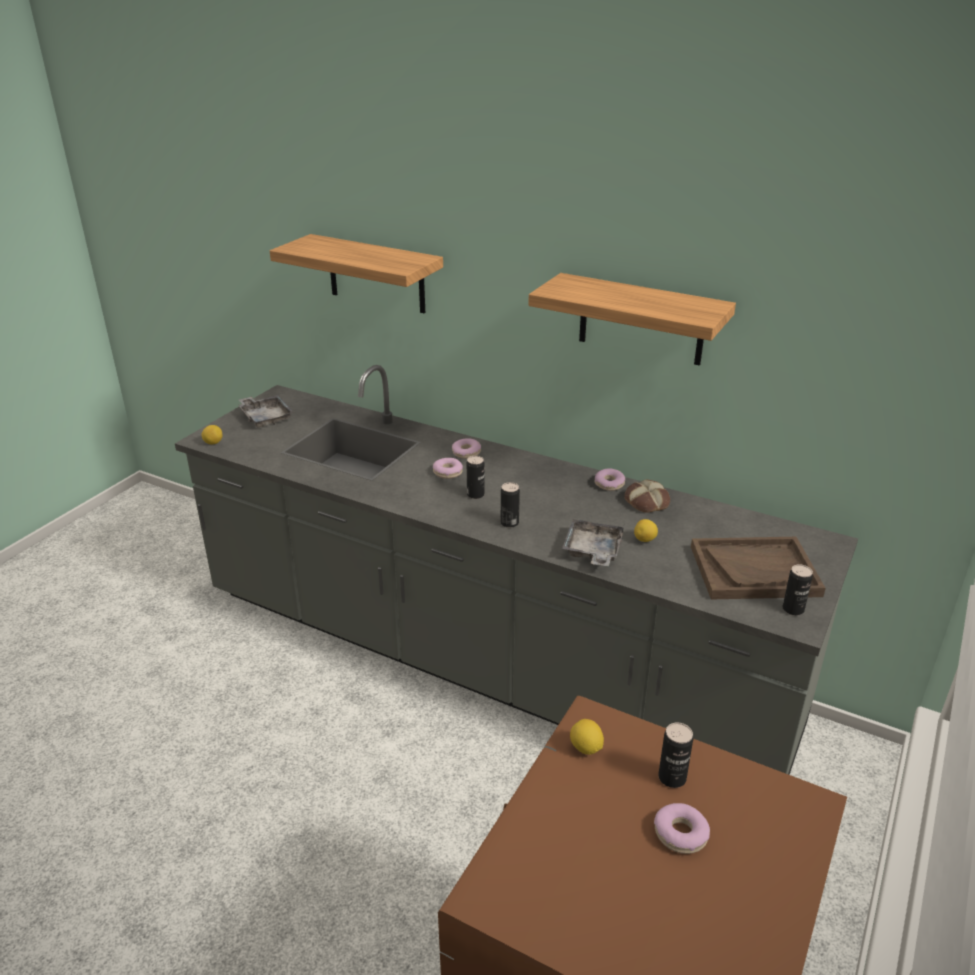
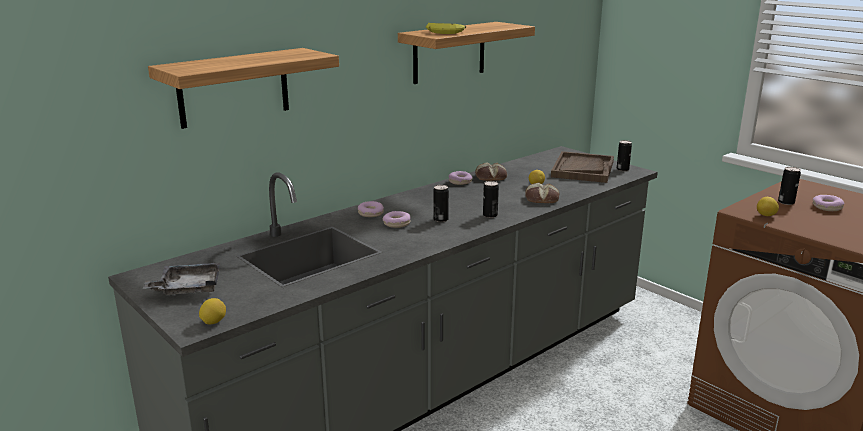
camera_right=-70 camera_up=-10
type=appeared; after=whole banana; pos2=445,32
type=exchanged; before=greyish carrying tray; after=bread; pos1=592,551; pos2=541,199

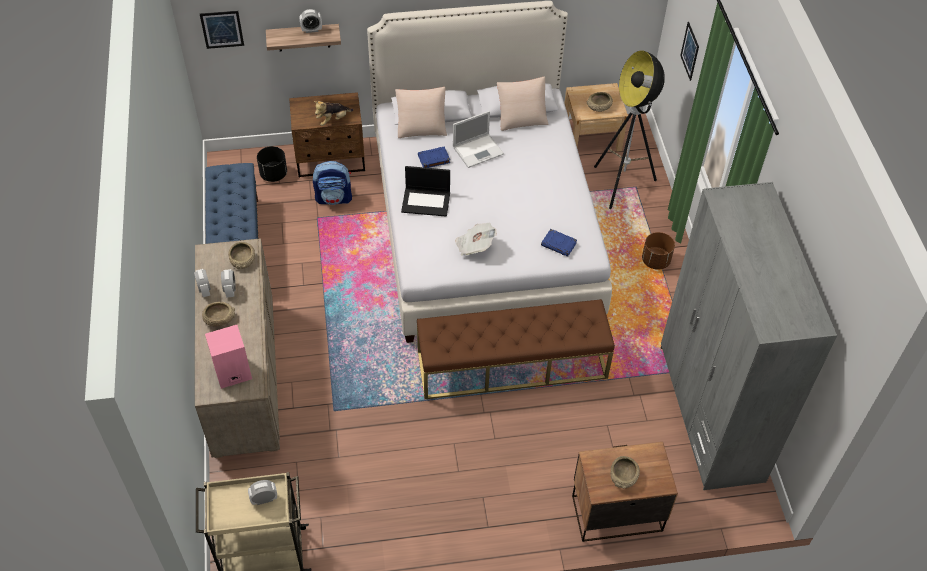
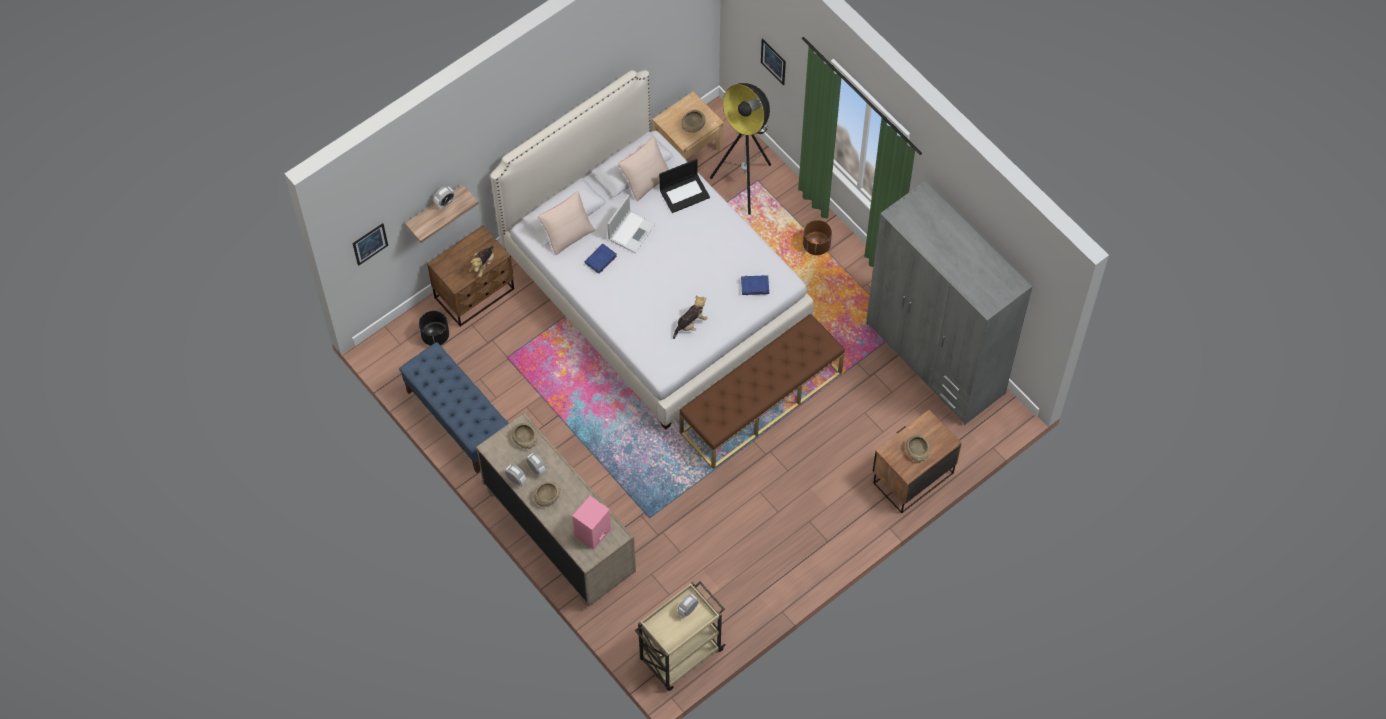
camera_right=-30 camera_up=10
type=missing; before=backpack; pos1=334,198
type=relocated; before=portable computer; pos1=426,201; pos2=684,193
type=exchanged; before=daily paper; after=cuddly toy; pos1=474,245; pos2=691,324

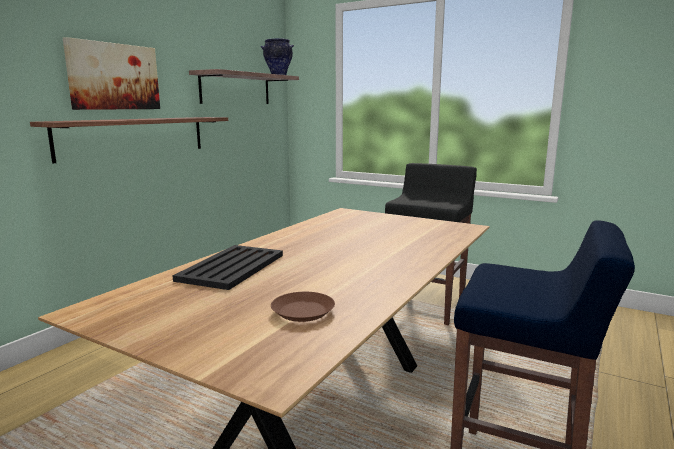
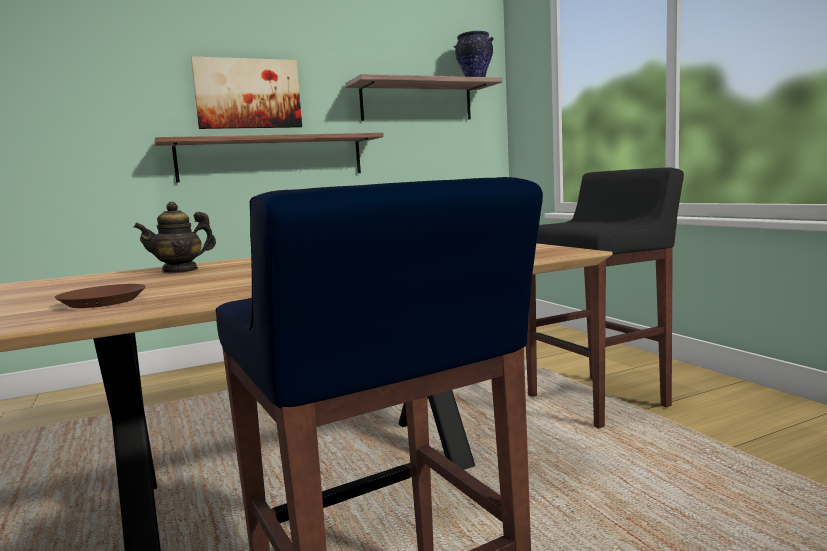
camera_right=35 camera_up=-5
type=exchanged; before=blackish carrying tray; after=pot for tea; pos1=233,267; pos2=180,270

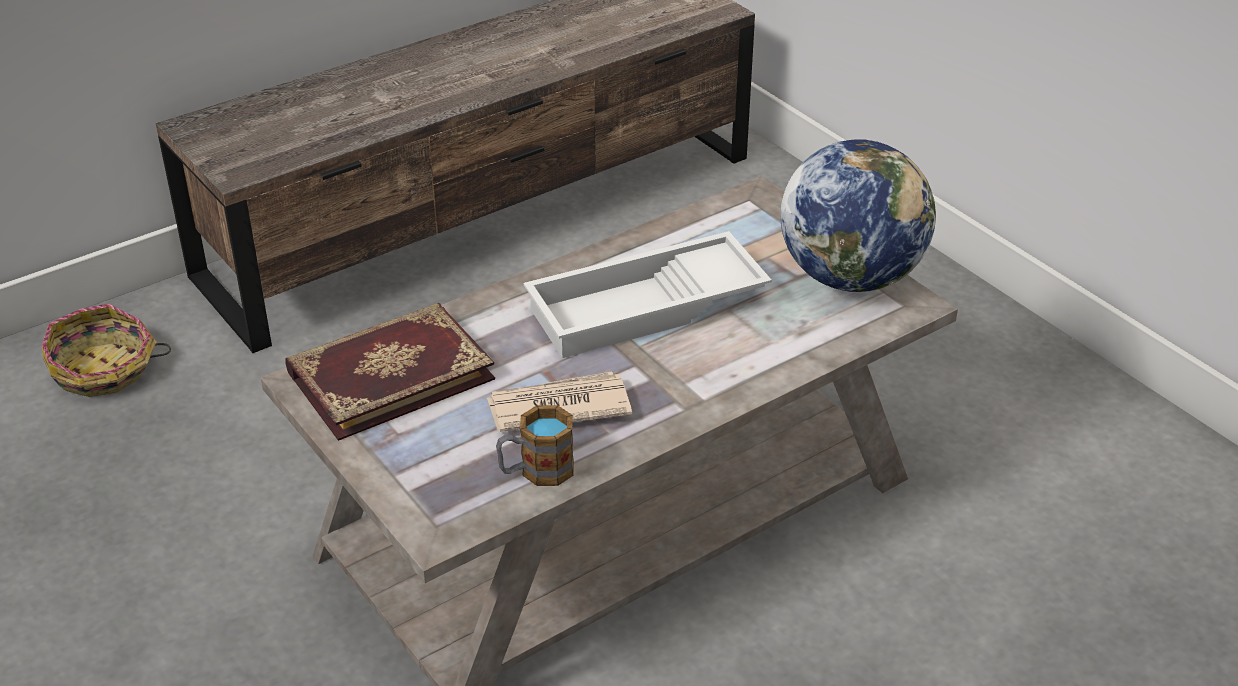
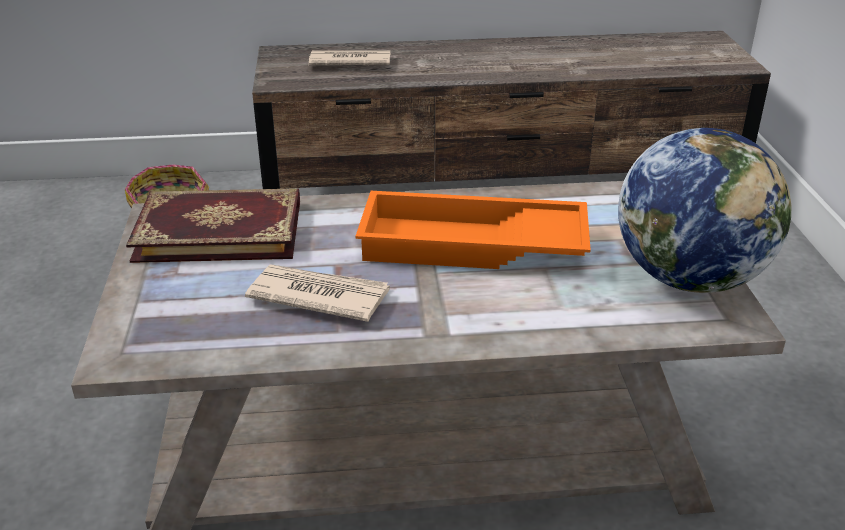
camera_right=30 camera_up=-5
type=missing; before=coffee mug; pos1=536,471
type=appeared; after=daily paper; pos2=349,62
type=colour; before=whitish carrying tray; after=orange-coloured carrying tray; pos1=646,309; pos2=471,246

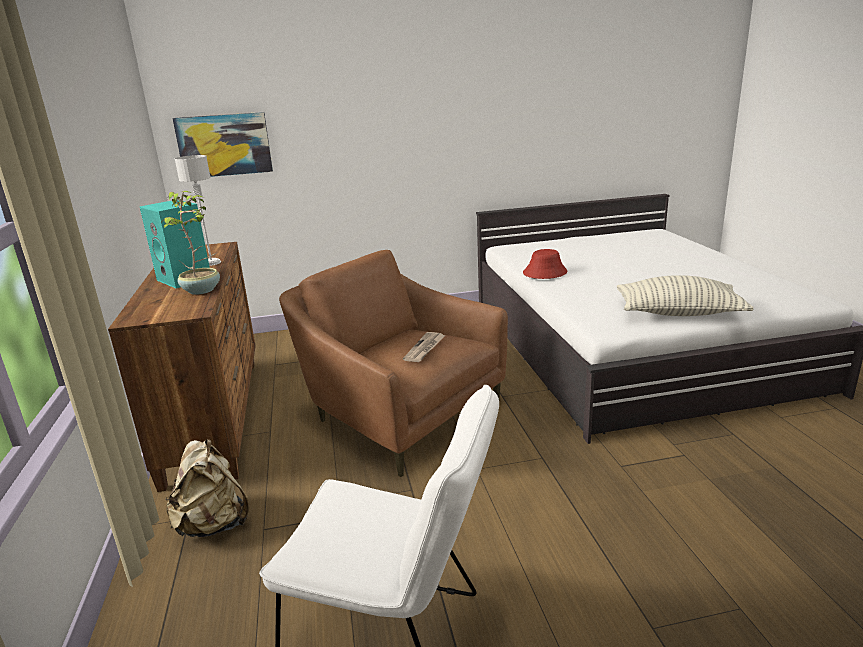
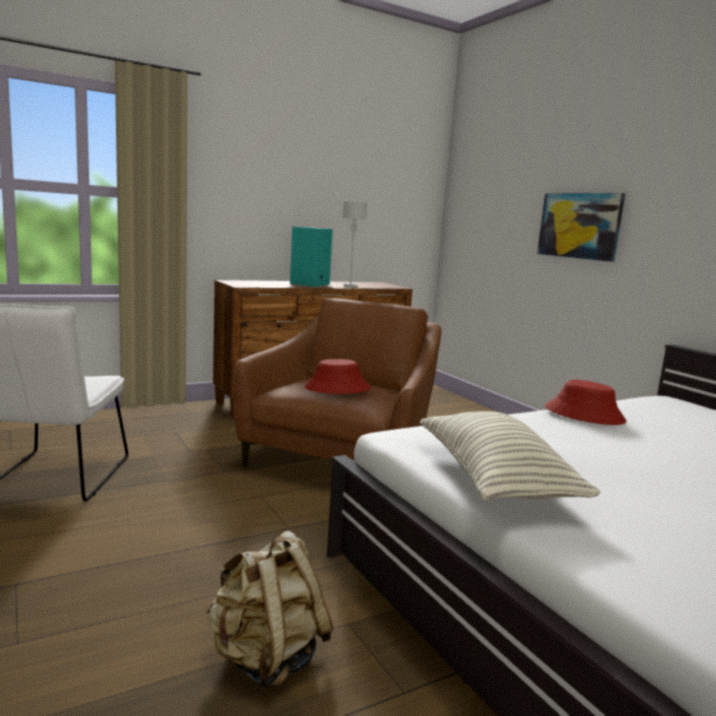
camera_right=70 camera_up=-10
type=missing; before=potted plant; pos1=202,290
type=relocated; before=beige-coloured backpack; pos1=213,524; pos2=266,658
type=relocated; before=wall picture; pos1=224,145; pos2=579,226
type=exchanged; before=daily paper; after=red-coloured hat; pos1=425,348; pos2=337,388

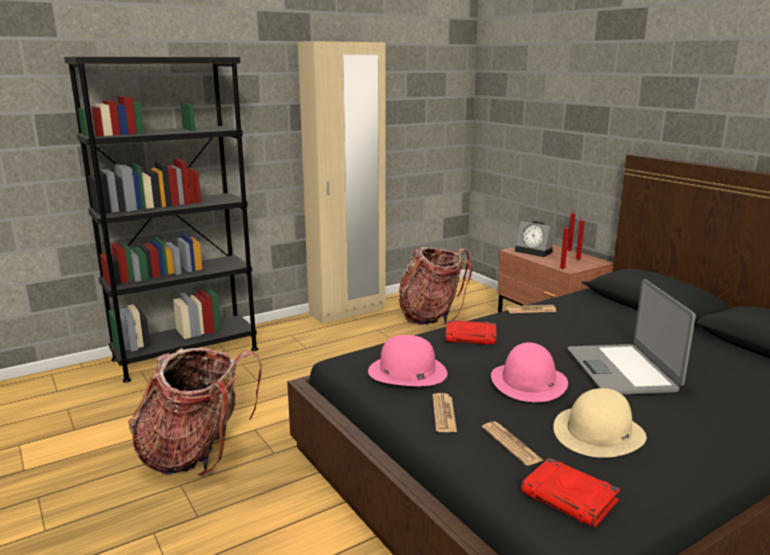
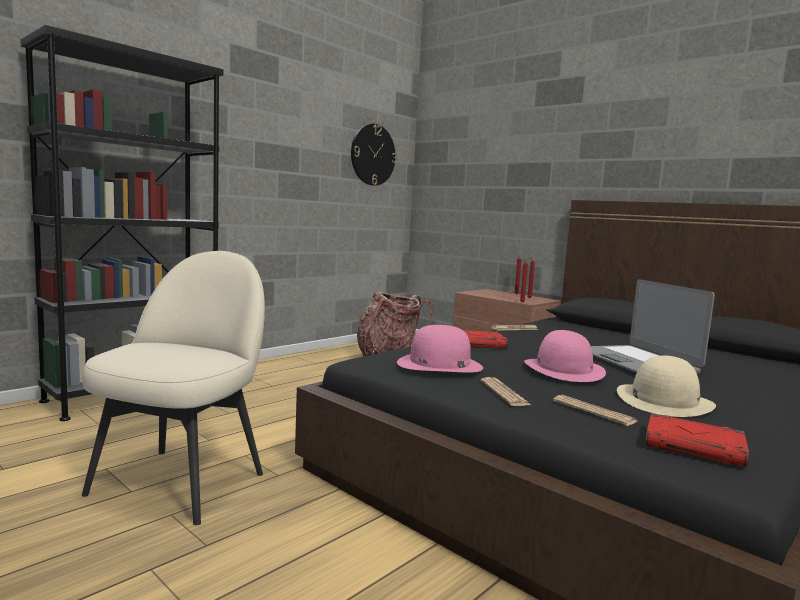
camera_right=-15 camera_up=-10
type=missing; before=beige-coloured clothes cupboard; pos1=347,312
type=missing; before=alarm clock; pos1=535,251
type=appeared; after=hanging clock; pos2=373,155
type=exchanged; before=backpack; after=beige-coloured plain chair; pos1=197,453; pos2=181,481

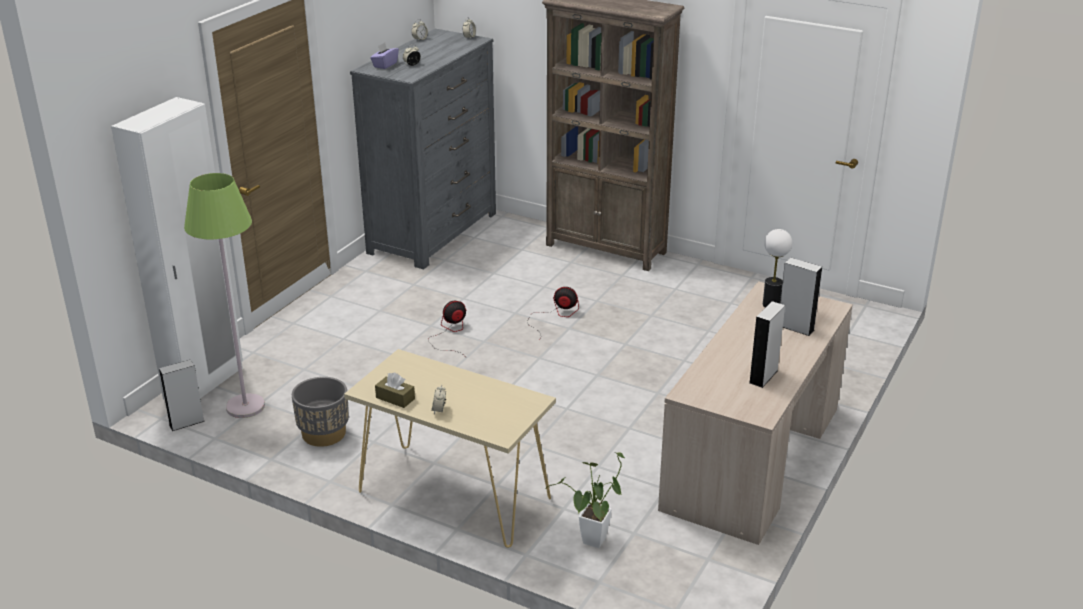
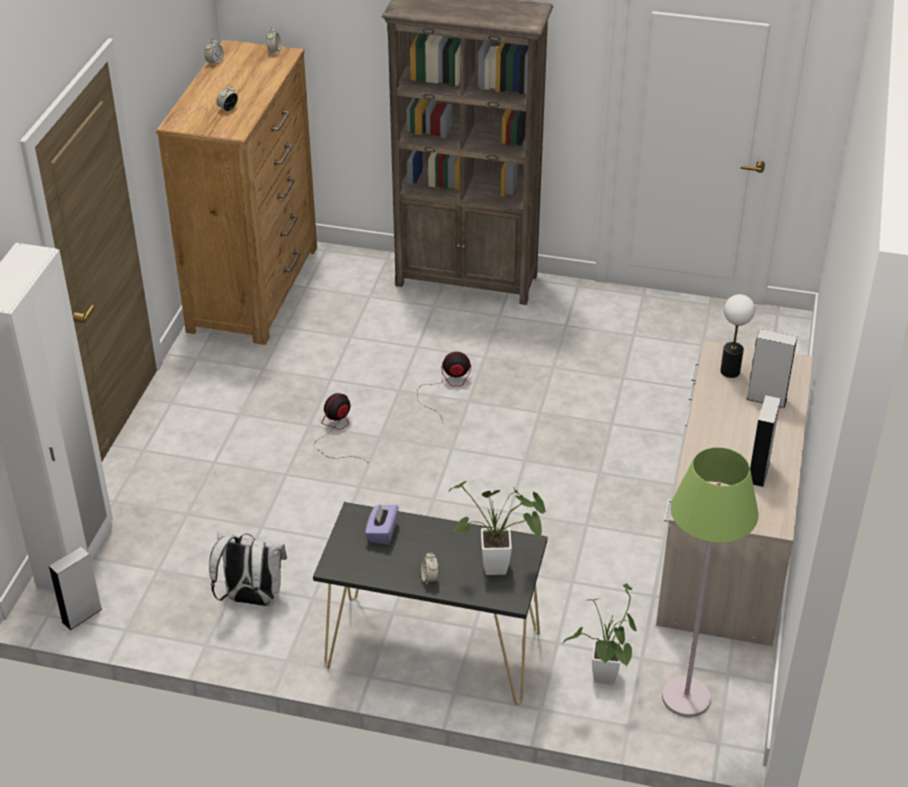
camera_right=-15 camera_up=10
type=missing; before=brown-coloured box of tissues; pos1=395,398
type=appeared; after=potted plant; pos2=502,568
type=relocated; before=greenish standard lamp; pos1=245,407; pos2=686,697
type=relocated; before=purplish box of tissues; pos1=385,65; pos2=382,532
type=exchanged; before=greyish flower pot; after=whitish backpack; pos1=323,434; pos2=251,599
type=colour; before=beige-coloured hall table; after=blackish hall table; pos1=453,494; pos2=432,650
type=colour; before=greyish dresser; after=brown-coloured dresser; pos1=434,233; pos2=254,288

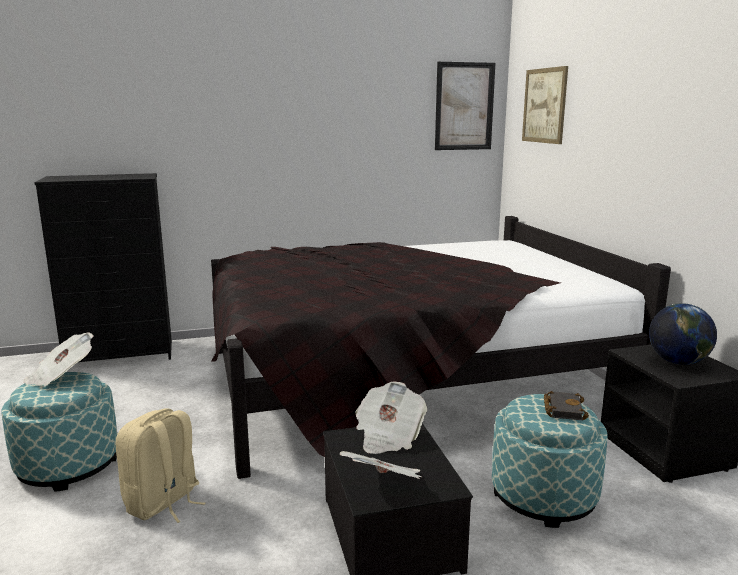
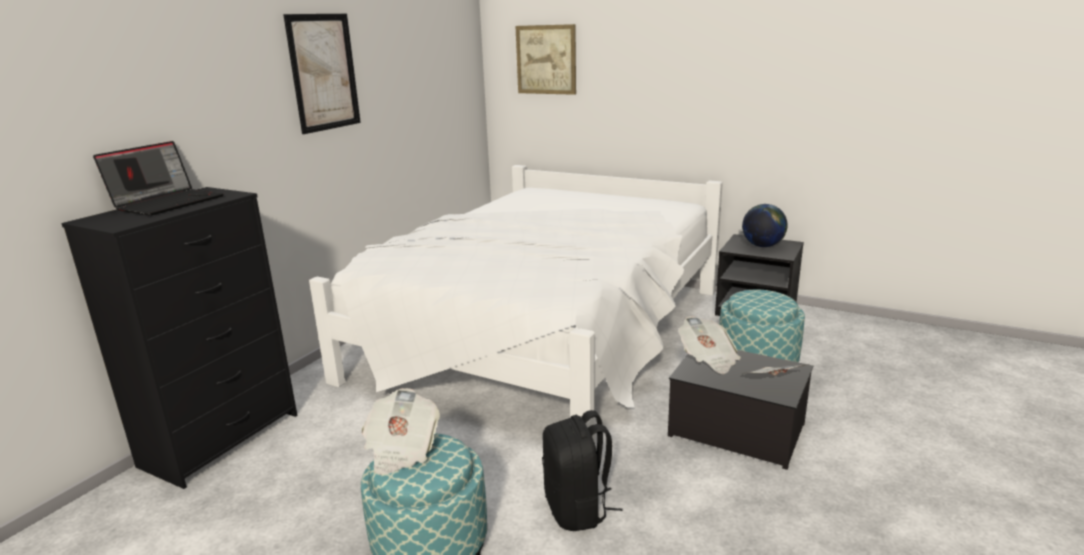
camera_right=-45 camera_up=5
type=missing; before=blackish book; pos1=562,409
type=appeared; after=portable computer; pos2=168,202
type=relocated; before=wall picture; pos1=464,106; pos2=324,72
type=colour; before=beige-coloured backpack; after=blackish backpack; pos1=163,503; pos2=577,509
type=colour; before=blackish bedroom bed; after=whitish bedroom bed; pos1=406,378; pos2=545,334

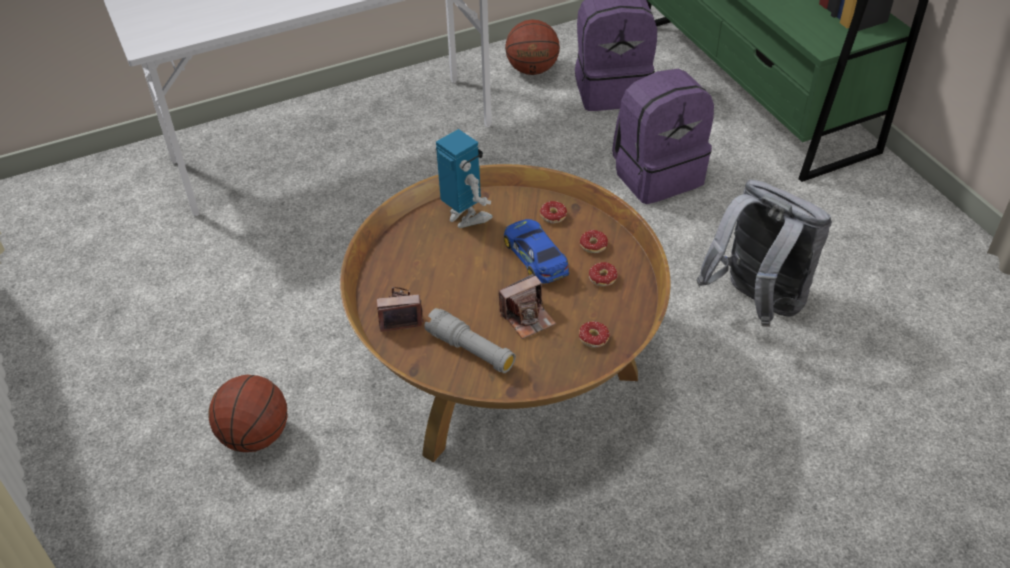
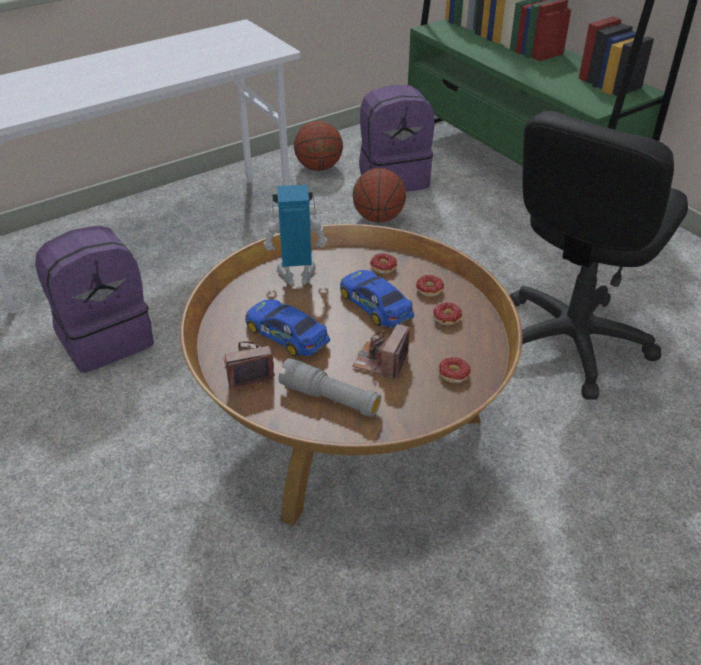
camera_right=-10 camera_up=-5
type=appeared; after=model car; pos2=287,334
type=relocated; before=basketball; pos1=255,436; pos2=378,218
type=relocated; before=purplish backpack; pos1=657,174; pos2=105,338
type=exchanged; before=greyish backpack; after=blackish desk chair; pos1=756,303; pos2=570,342
type=spun; before=robot figure; pos1=465,217; pos2=297,275; turn=-45
type=spun; before=photo camera; pos1=527,318; pos2=381,361; turn=150

